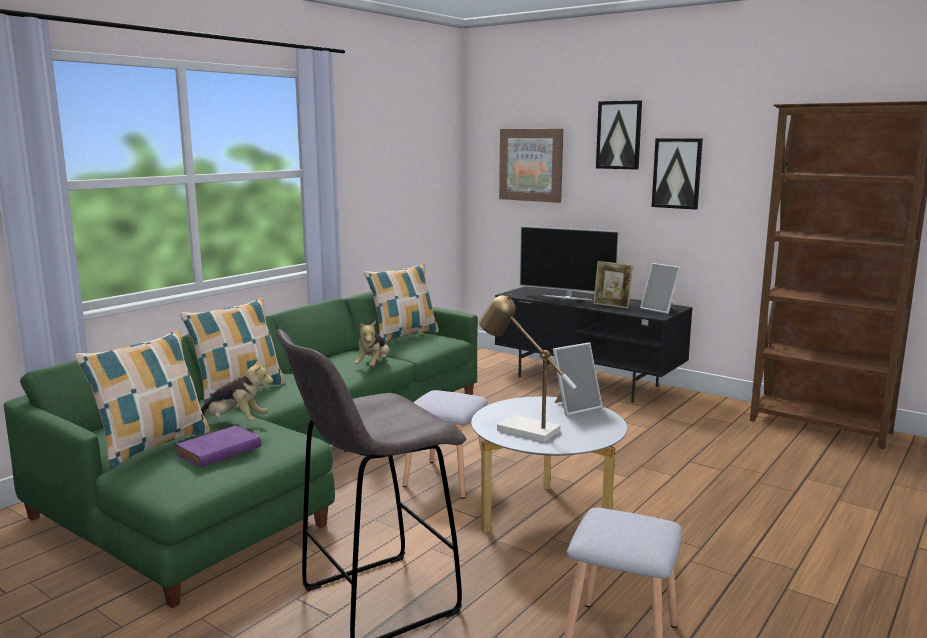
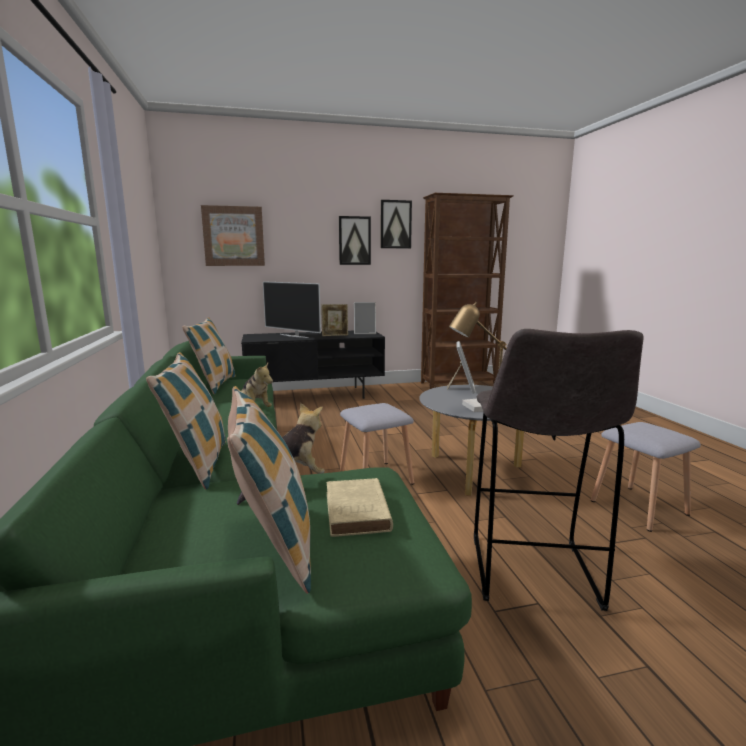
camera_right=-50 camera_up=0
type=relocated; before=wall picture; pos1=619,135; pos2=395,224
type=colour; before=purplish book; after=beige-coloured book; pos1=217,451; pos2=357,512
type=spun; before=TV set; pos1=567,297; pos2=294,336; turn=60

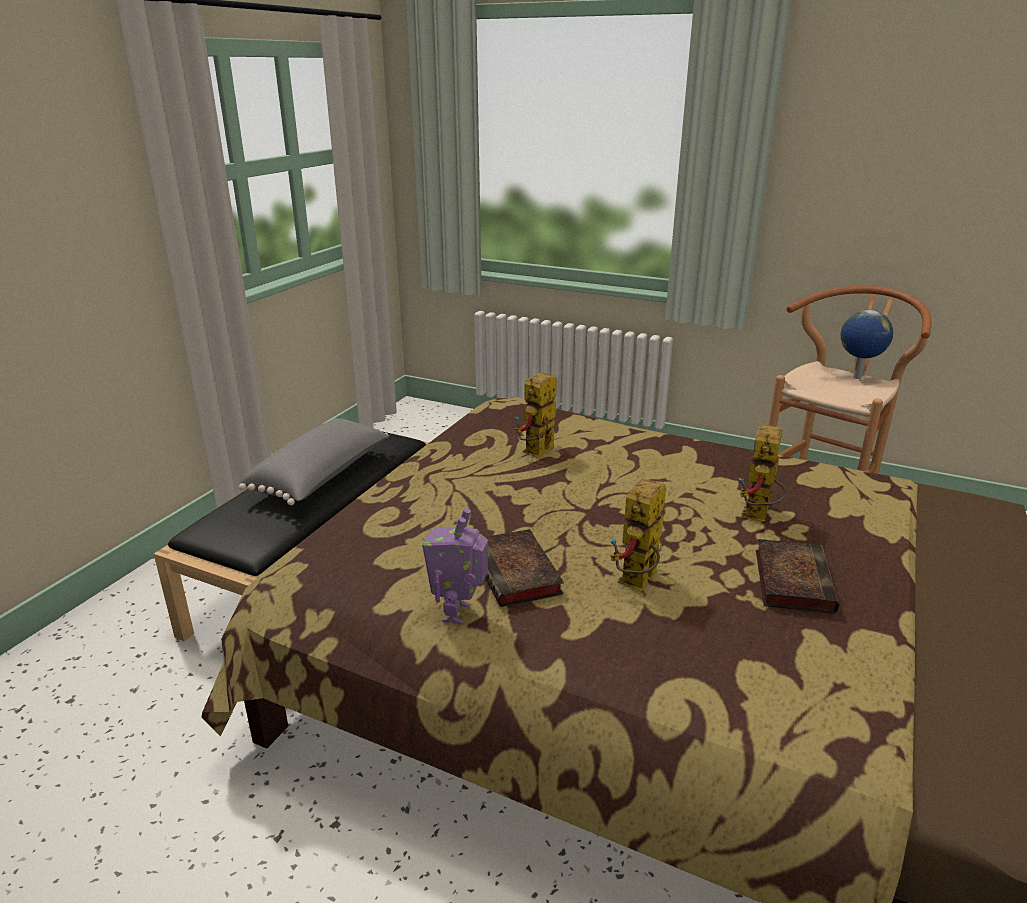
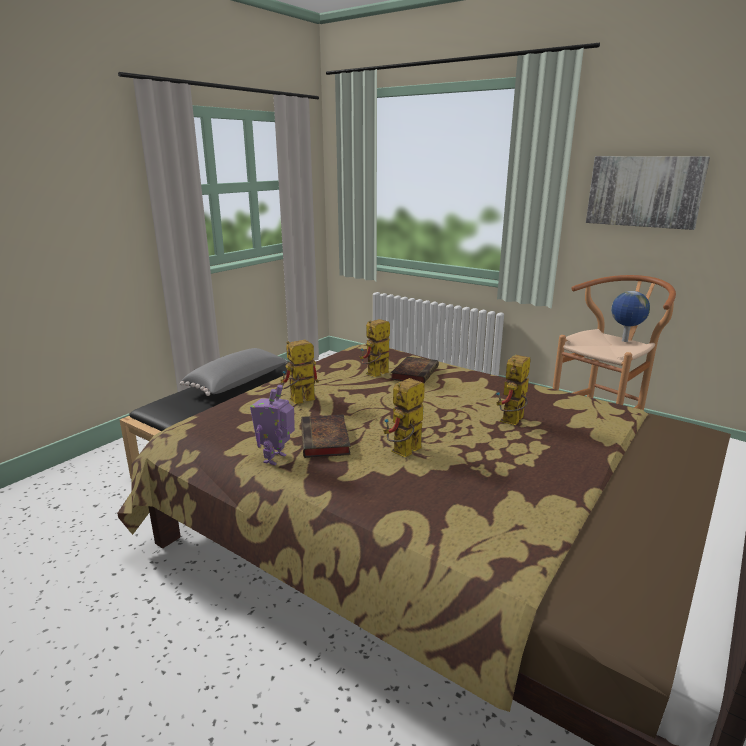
camera_right=10 camera_up=-5
type=appeared; after=robot figure; pos2=298,401
type=appeared; after=wall picture; pos2=644,191
type=relocated; before=book; pos1=791,579; pos2=415,373

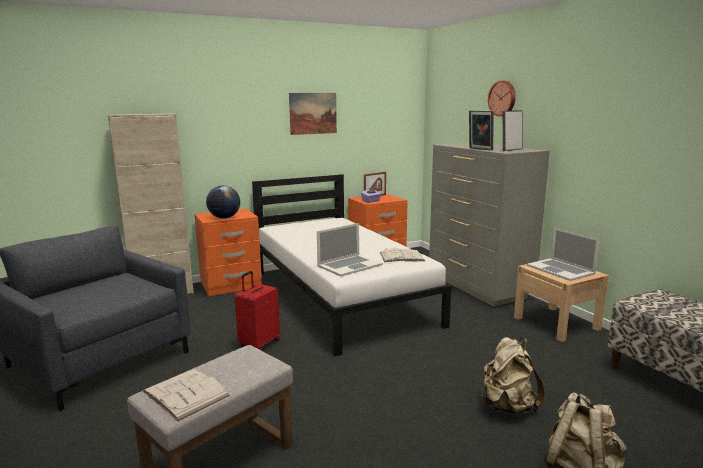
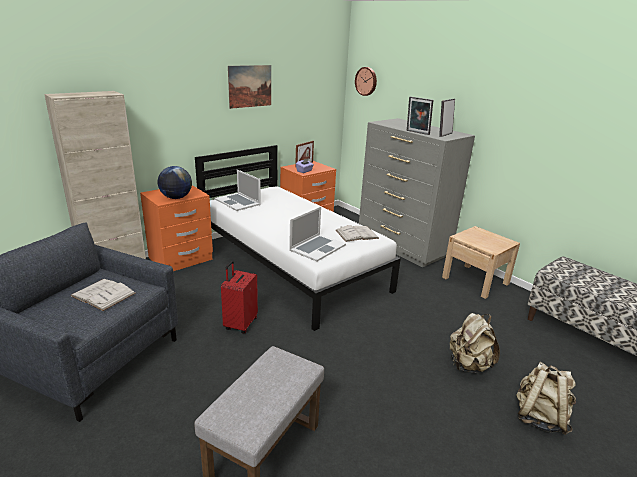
camera_right=-15 camera_up=10
type=relocated; before=whitish book; pos1=186,393; pos2=103,294
type=relocated; before=hanging clock; pos1=502,98; pos2=366,81
type=relocated; before=portable computer; pos1=560,269; pos2=238,202

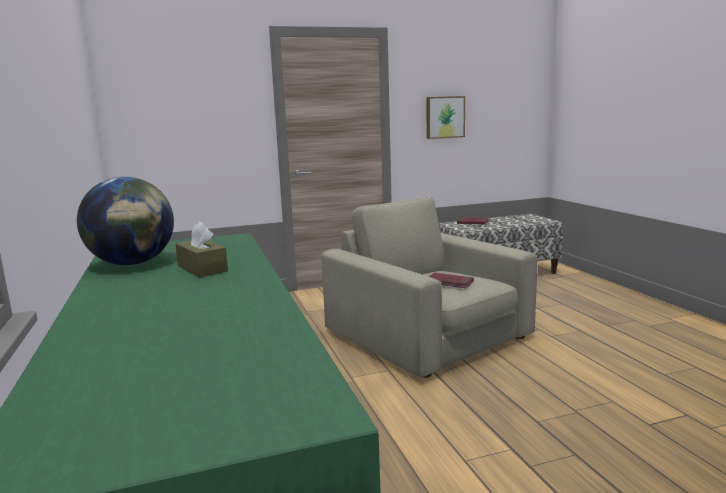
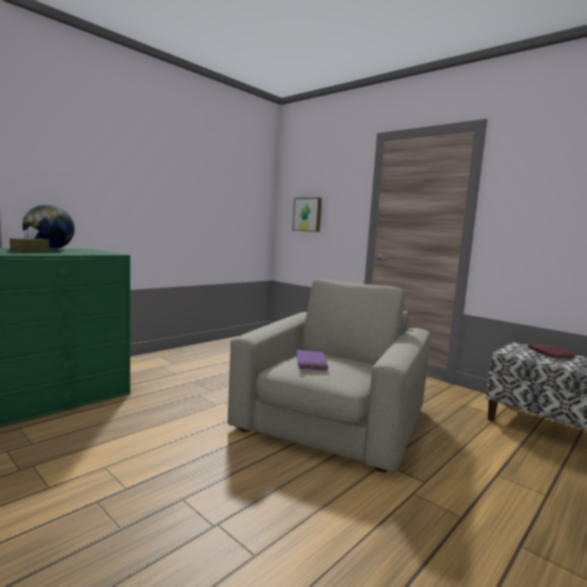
camera_right=60 camera_up=-5
type=relocated; before=wall picture; pos1=444,117; pos2=307,214
type=colour; before=red-coloured book; after=purplish book; pos1=449,283; pos2=311,362

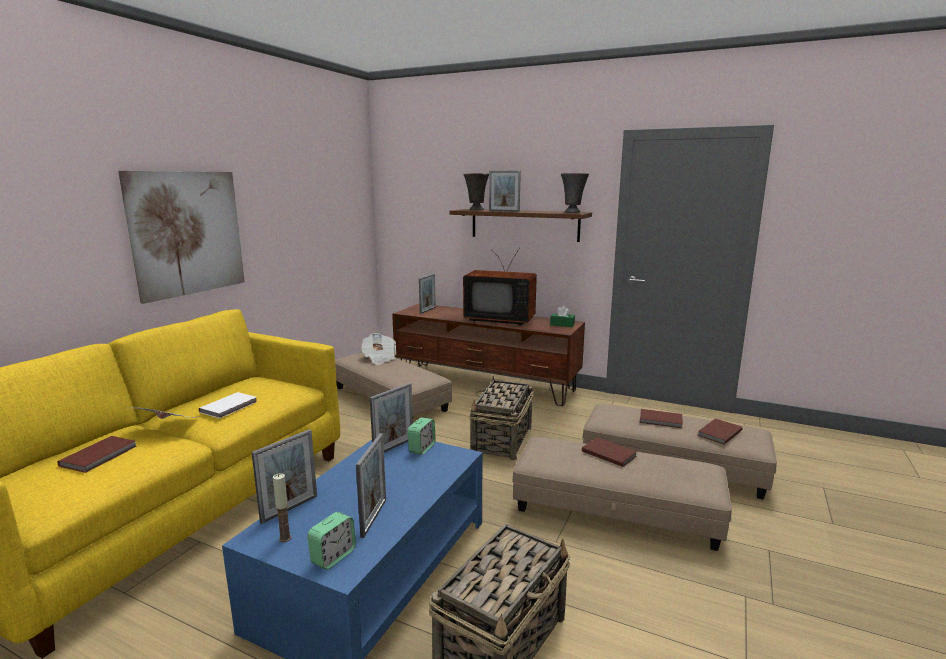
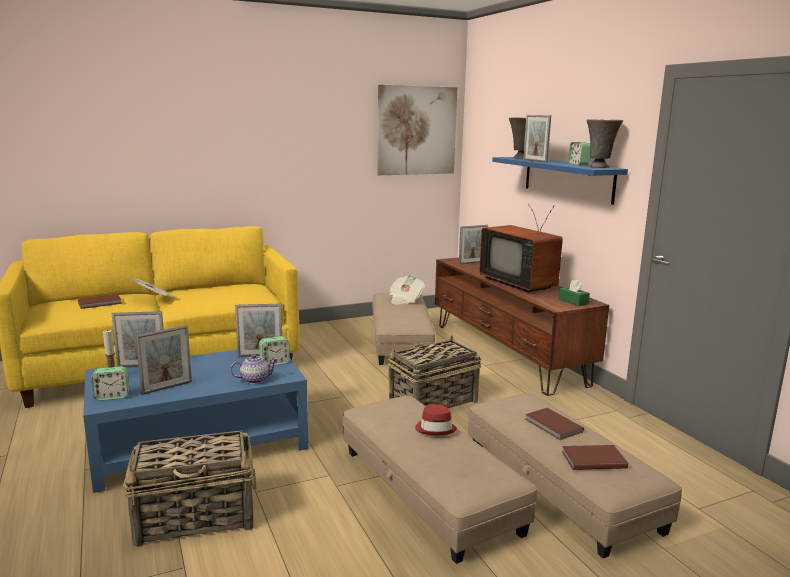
camera_right=40 camera_up=0
type=missing; before=whitish book; pos1=230,407
type=appeared; after=pot for tea; pos2=254,380
type=appeared; after=alarm clock; pos2=578,164
type=relocated; before=wall picture; pos1=187,233; pos2=416,130
type=exchanged; before=brown-coloured book; after=red-coloured hat; pos1=609,453; pos2=435,428
type=colour; before=brown-coloured wall shelf; after=blue-coloured wall shelf; pos1=524,224; pos2=567,179

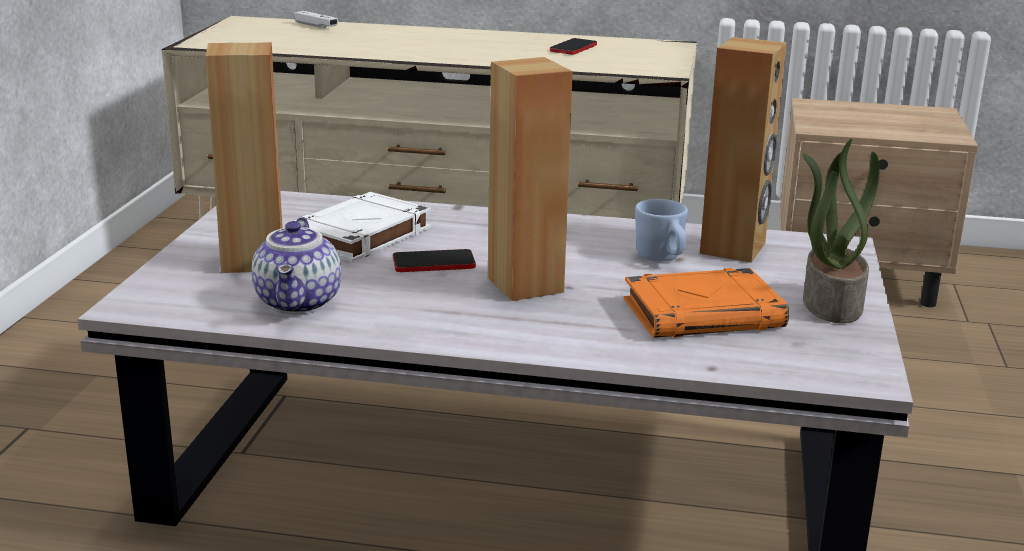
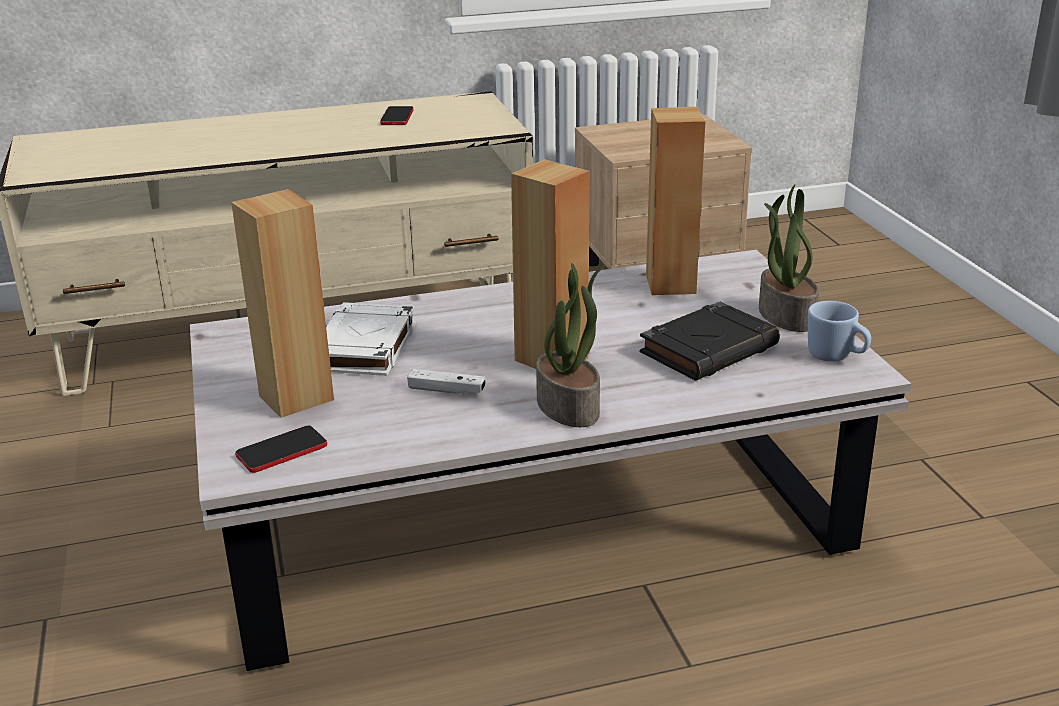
camera_right=-25 camera_up=5
type=missing; before=pot for tea; pos1=300,303
type=appeared; after=potted plant; pos2=569,407
type=relocated; before=whitish joypad; pos1=316,26; pos2=446,390
type=relocated; before=telephone; pos1=434,263; pos2=282,451
type=relocated; before=blue-coloured coffee mug; pos1=662,259; pos2=836,357
type=colour; before=orange-coloured book; after=blackish book; pos1=704,314; pos2=709,349

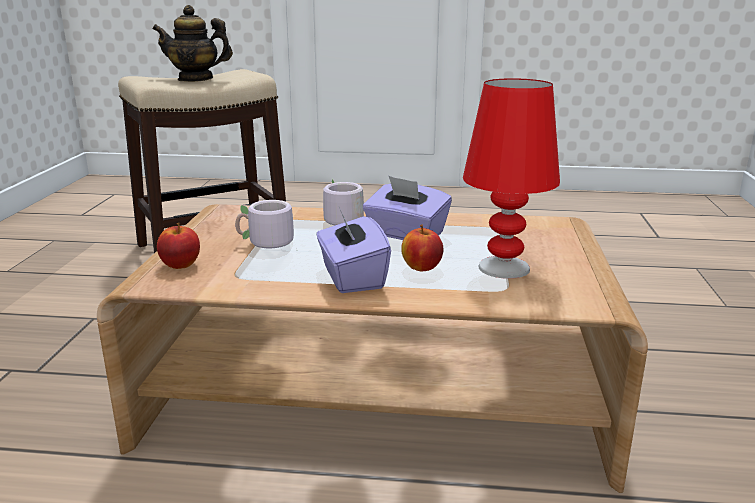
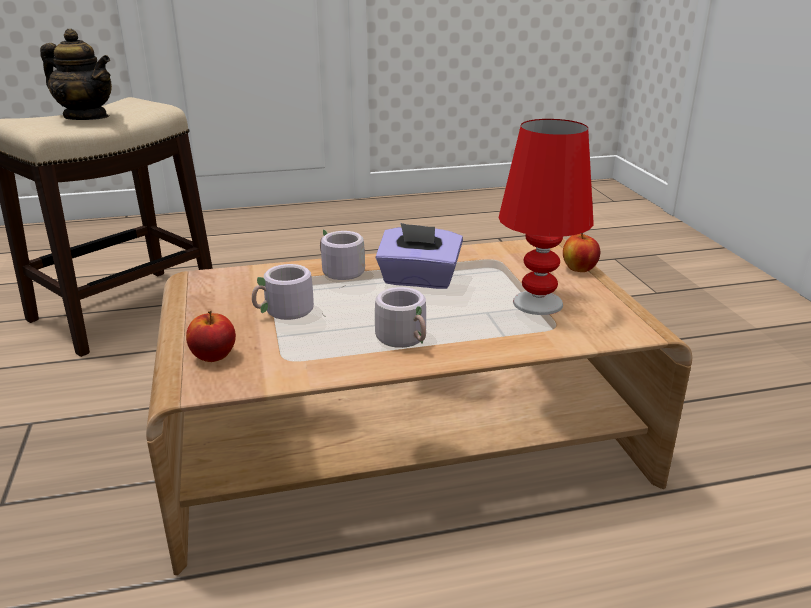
camera_right=-20 camera_up=5
type=relocated; before=whole apple; pos1=421,268; pos2=579,269
type=exchanged; before=purplish box of tissues; after=greyish coffee mug; pos1=351,277; pos2=407,339
type=spun; before=pot for tea; pos1=195,79; pos2=86,117; turn=-135

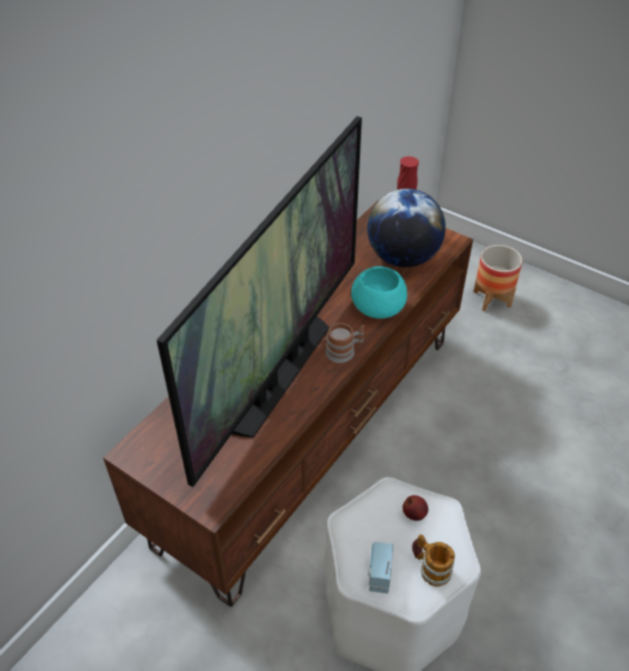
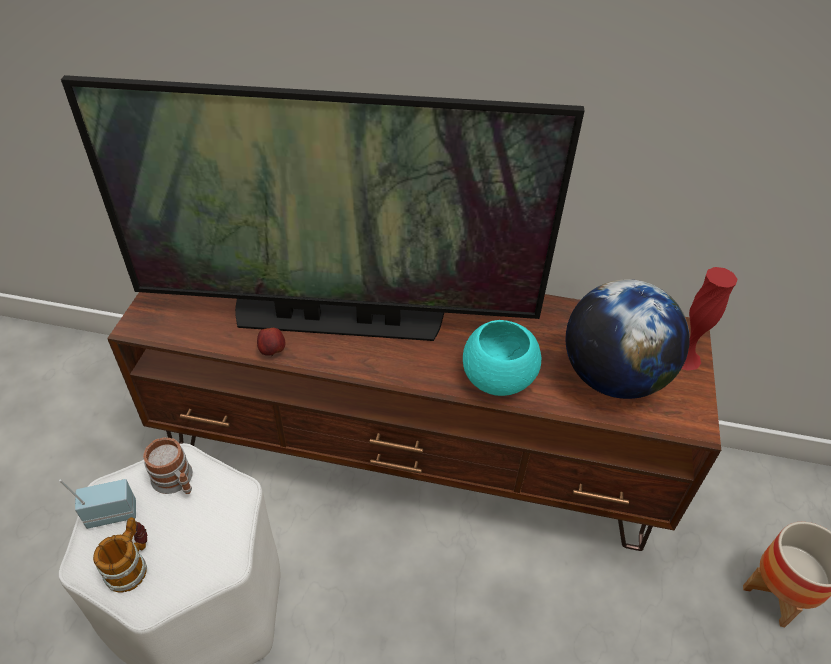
camera_right=65 camera_up=0
type=relocated; before=coffee mug; pos1=344,351; pos2=176,481
type=relocated; before=whole apple; pos1=414,514; pos2=272,351

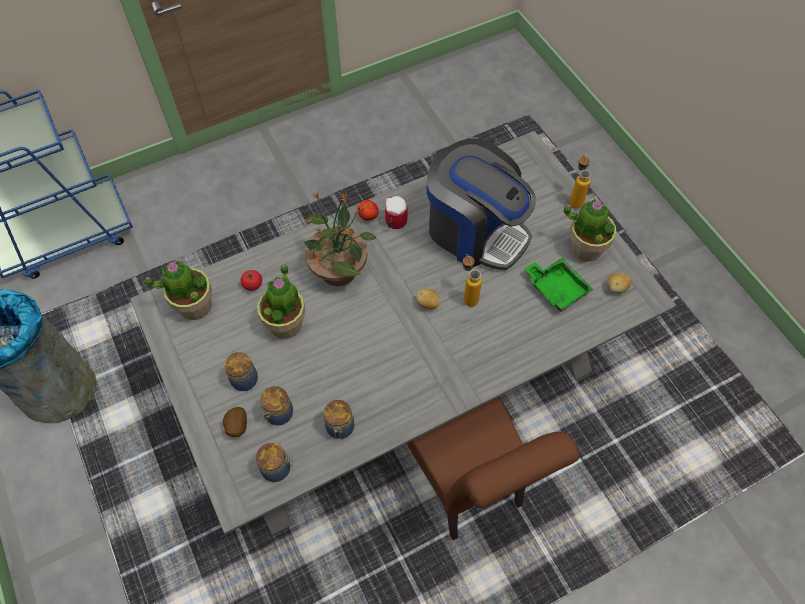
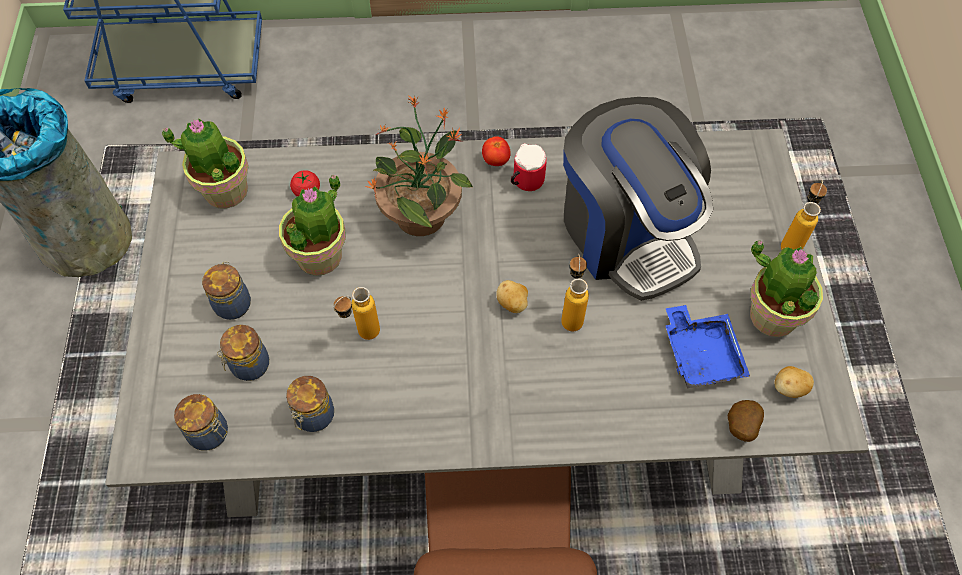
camera_right=25 camera_up=0
type=appeared; after=drink bottle; pos2=361,336
type=relocated; before=spud; pos1=236,427; pos2=740,427
type=colour; before=greenish carrying tray; after=blue-coloured carrying tray; pos1=556,288; pos2=701,354

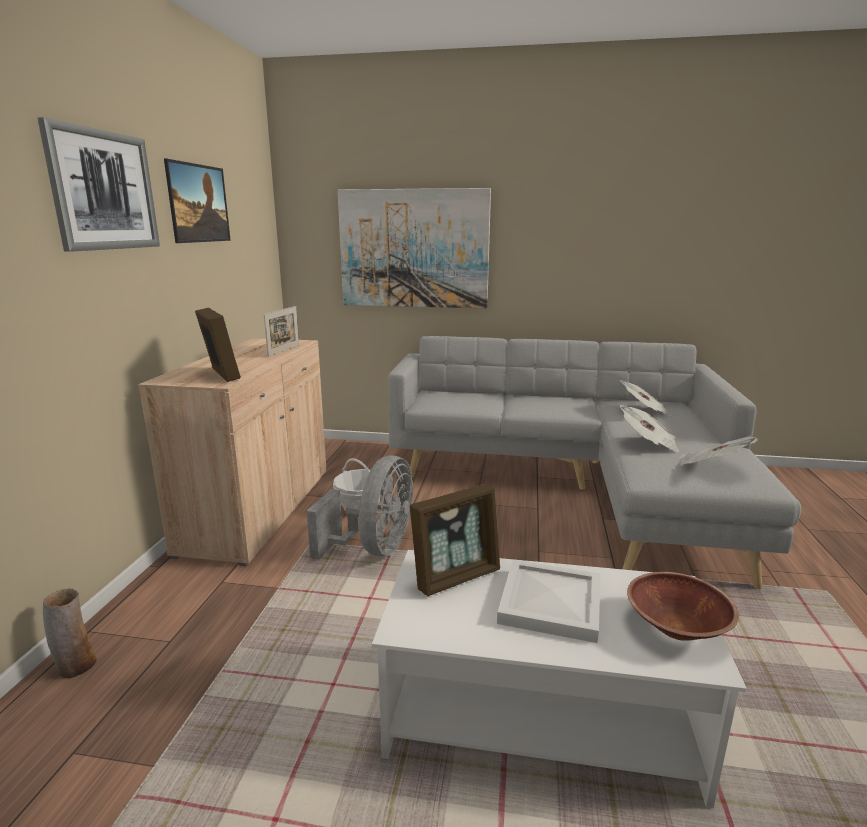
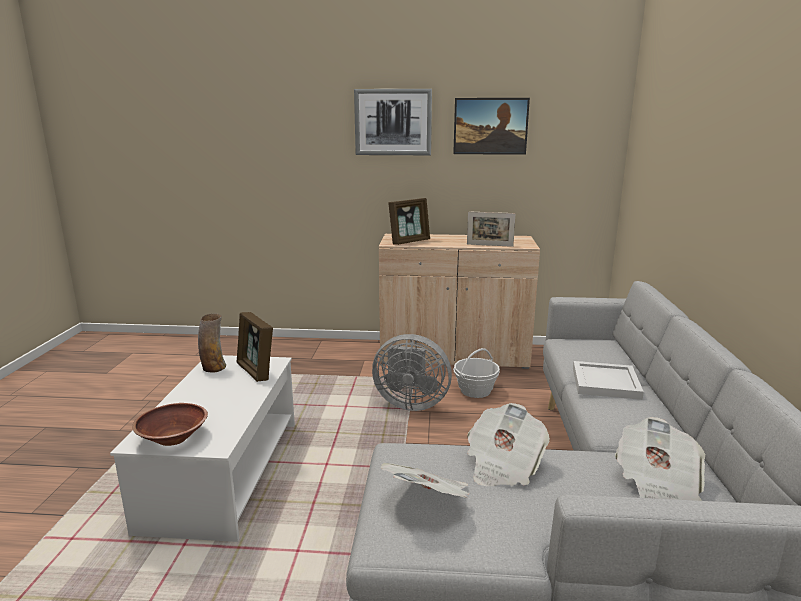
camera_right=85 camera_up=0
type=missing; before=wall picture; pos1=414,249
type=relocated; before=vase; pos1=76,667; pos2=214,368
type=relocated; before=whitish carrying tray; pos1=552,604; pos2=604,383

